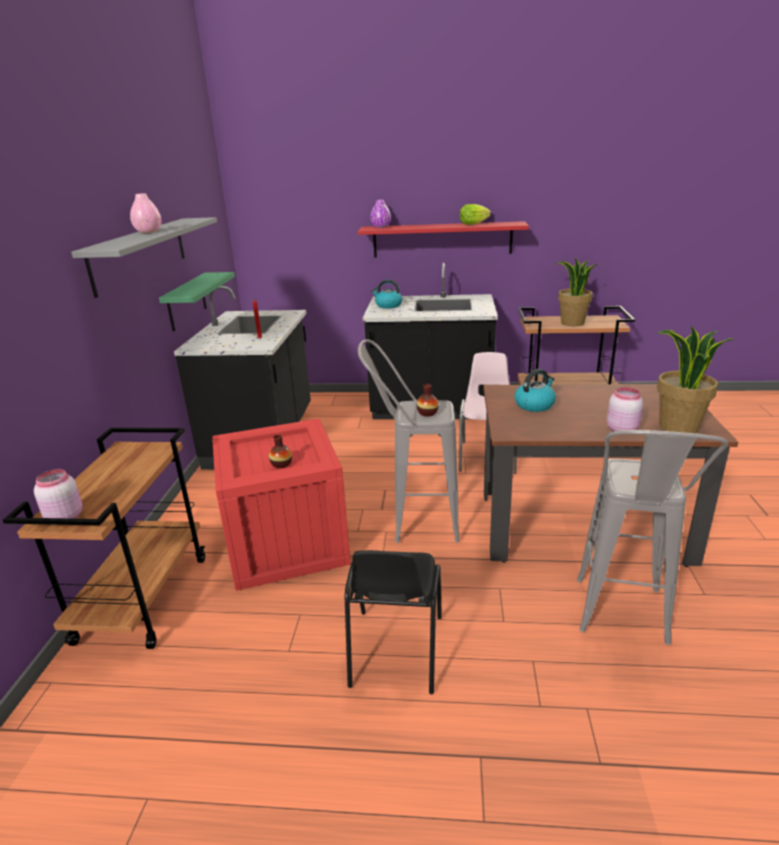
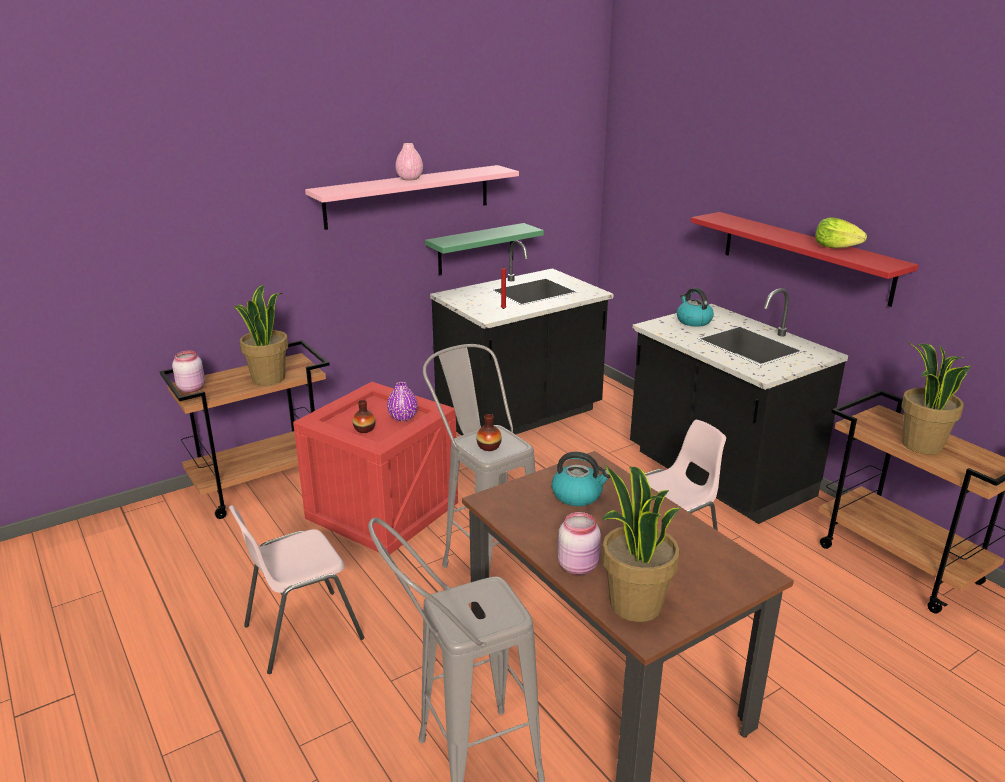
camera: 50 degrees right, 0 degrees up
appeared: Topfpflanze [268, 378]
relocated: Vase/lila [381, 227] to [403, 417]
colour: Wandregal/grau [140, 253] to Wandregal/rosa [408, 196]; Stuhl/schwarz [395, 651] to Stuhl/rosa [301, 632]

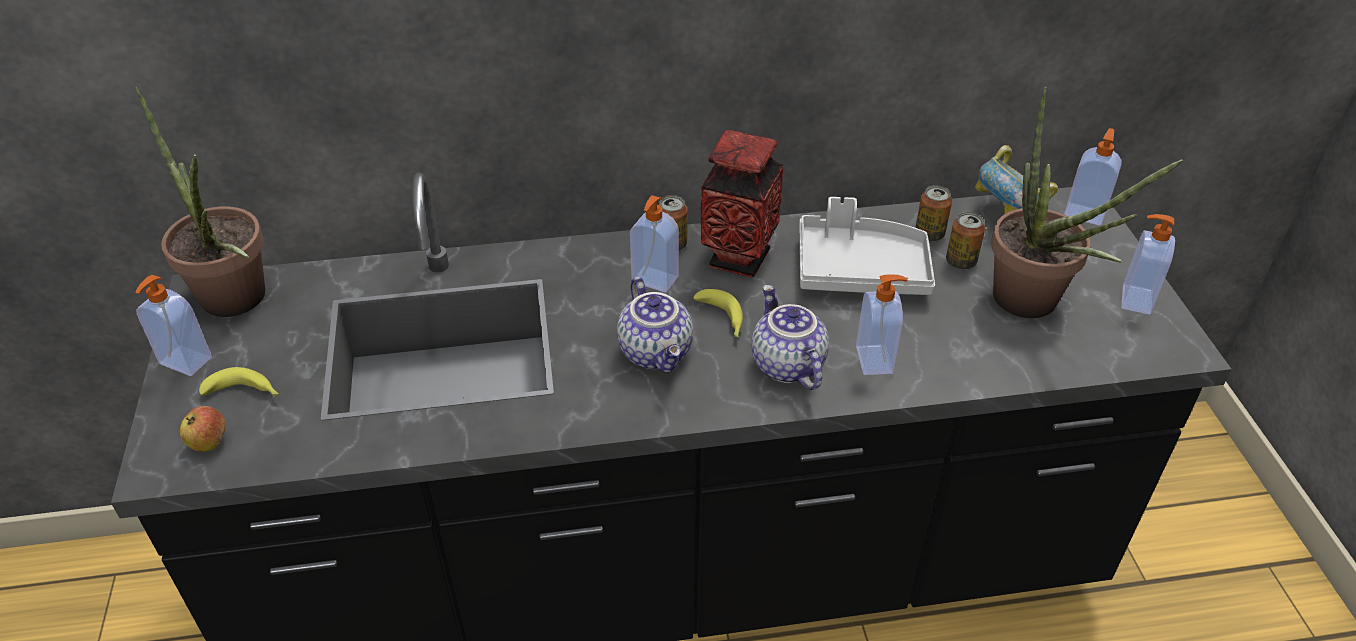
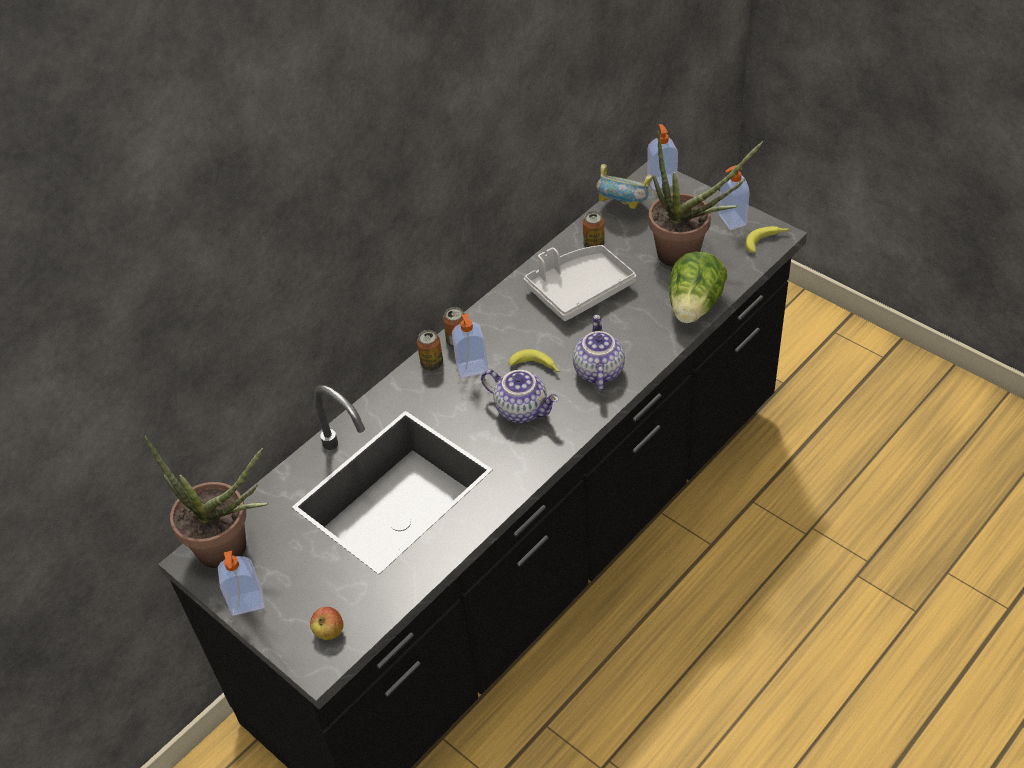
camera: 35 degrees left, 5 degrees up
missing: Vase [738, 258]; Seifenspender [875, 360]
appeared: Salatkopf [694, 307]
relocated: Banane [245, 393] to [766, 241]; Dose [960, 262] to [432, 364]
spun: Teekanne [785, 365] = [597, 371] 60 degrees clockwise

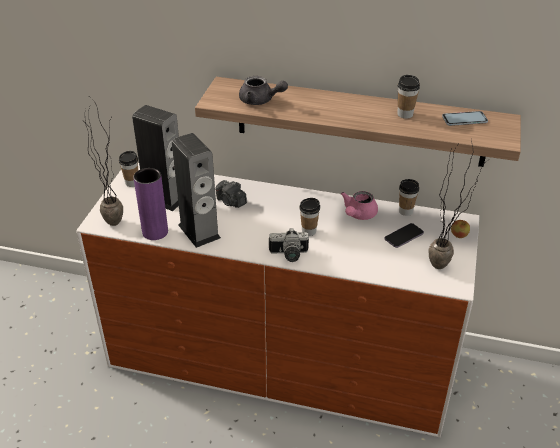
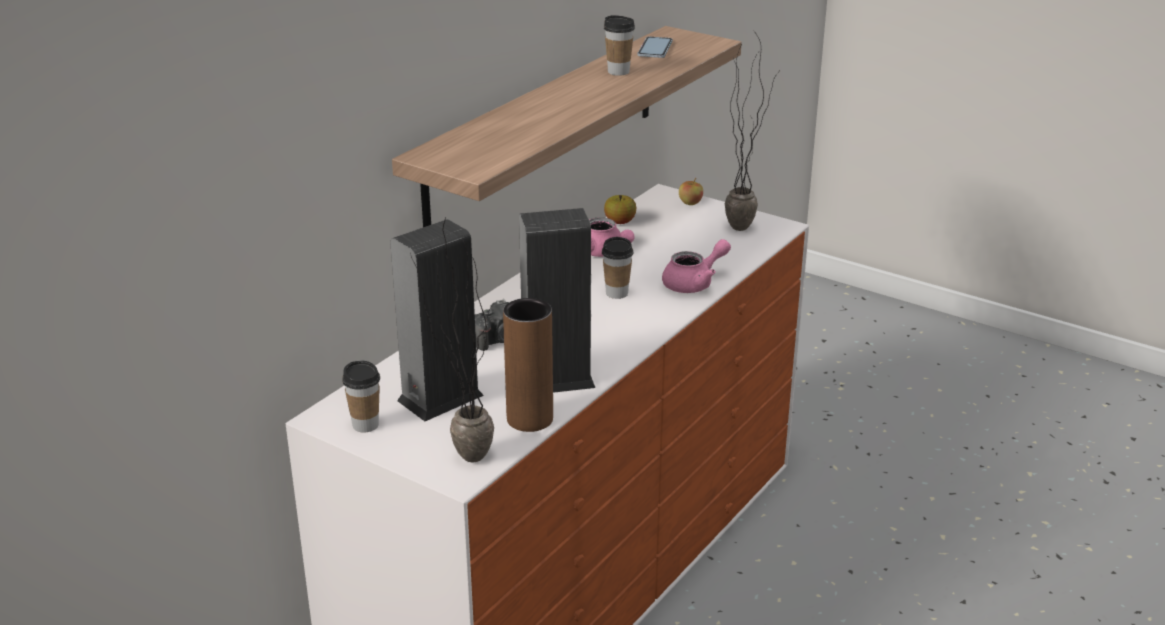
camera: 70 degrees left, 10 degrees down
missing: Teekanne/grau [260, 101]; Kamera [289, 255]; Handy [404, 236]
appeared: Teekanne/rosa [694, 283]
exchanged: Tasse [405, 211] to Apfel [620, 222]
colour: Vase/lila [155, 232] to Vase/braun [530, 419]

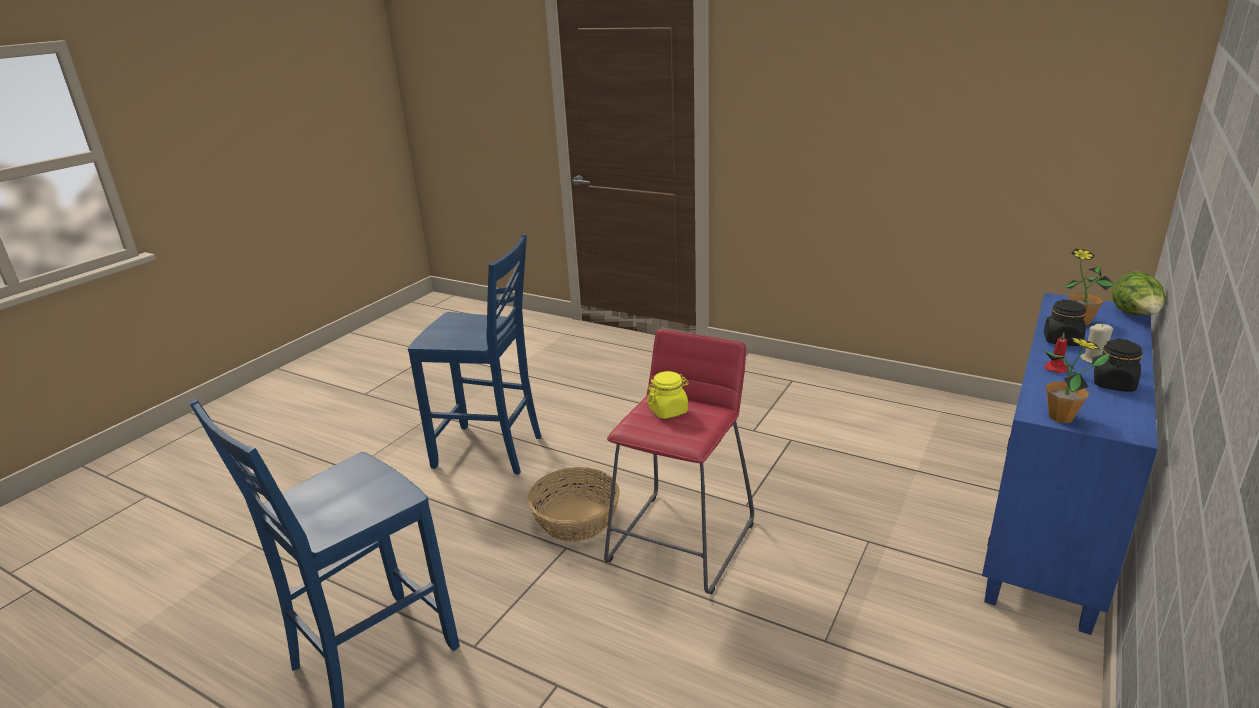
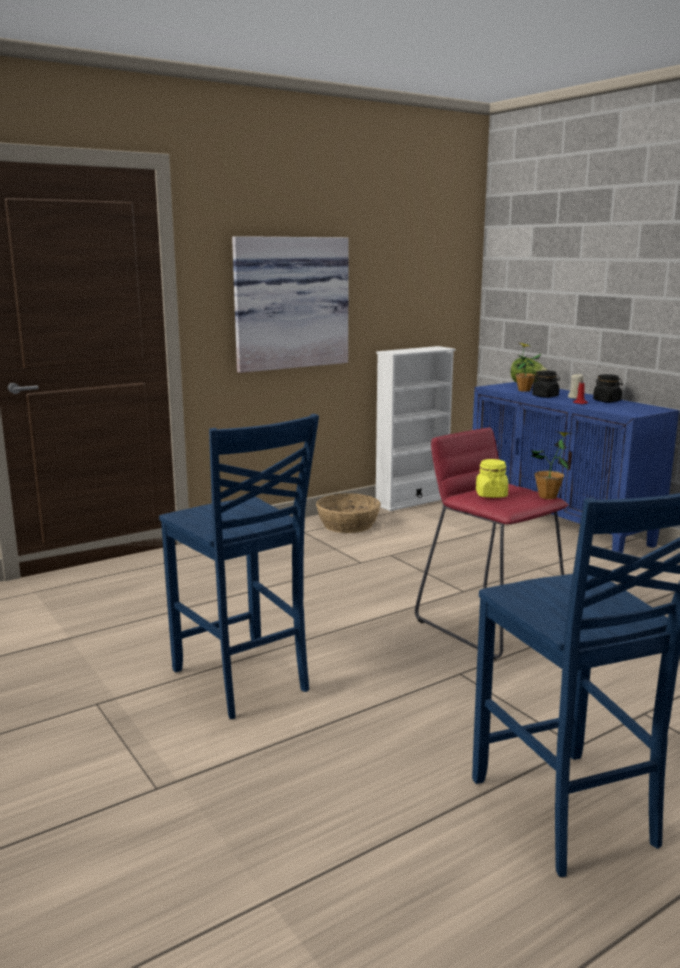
camera: 65 degrees left, 10 degrees down
appeared: Bild [289, 303]; Bücherregal/weiß [412, 501]
relocated: Korb [576, 519] to [348, 525]; Topfpflanze [1061, 417] to [548, 496]
spun: Stuhl/blau [490, 451] = [242, 681] 105 degrees clockwise

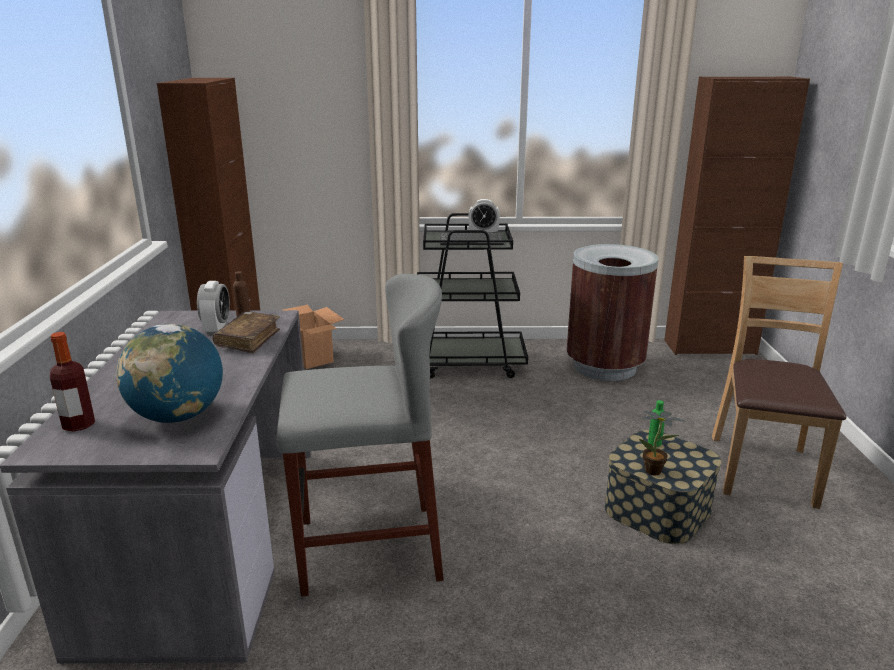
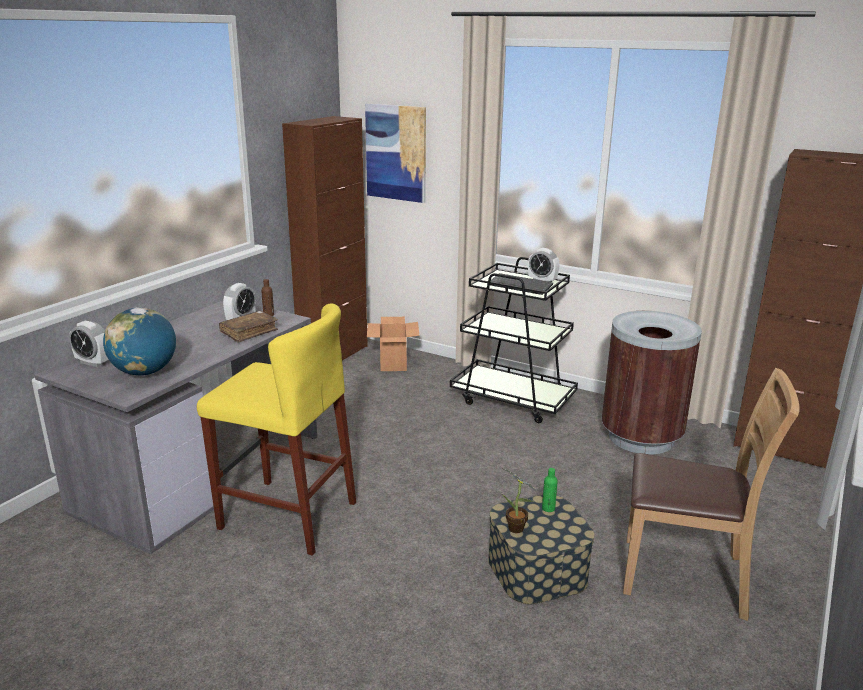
camera: 30 degrees right, 0 degrees up
appeared: Bild [396, 153]
exchanged: Flasche [79, 425] to Wecker [93, 362]
colour: Hocker/grau [368, 548] to Hocker/gelb [287, 515]
spun: Stuhl/braun [763, 469] = [685, 576] 60 degrees clockwise

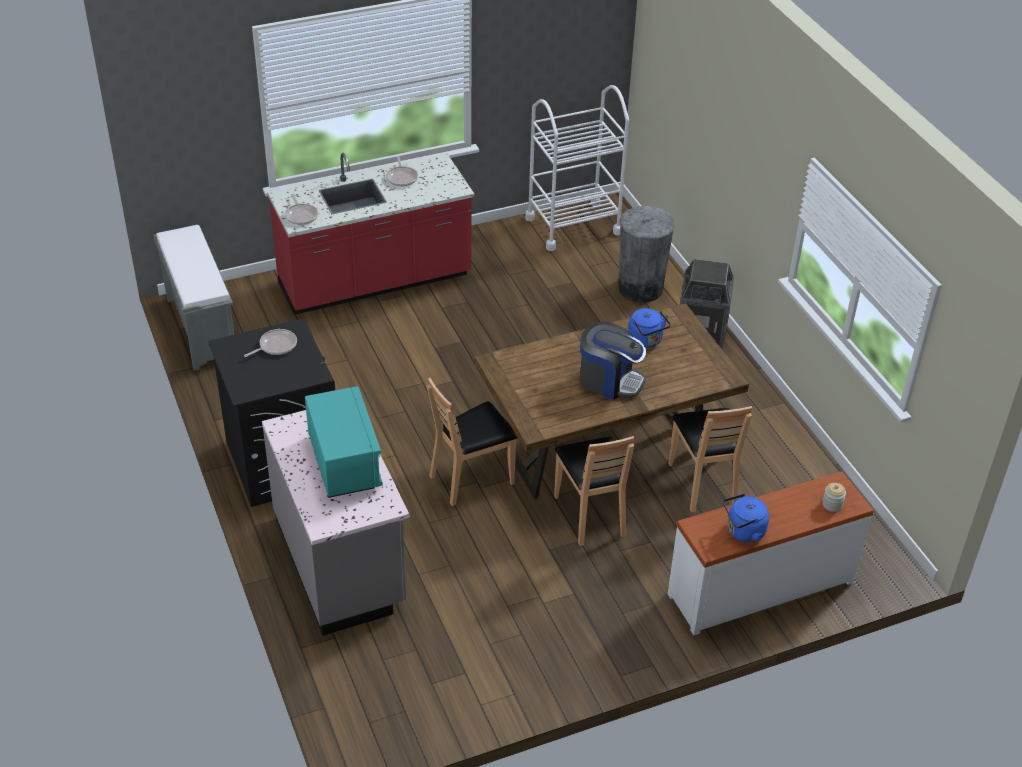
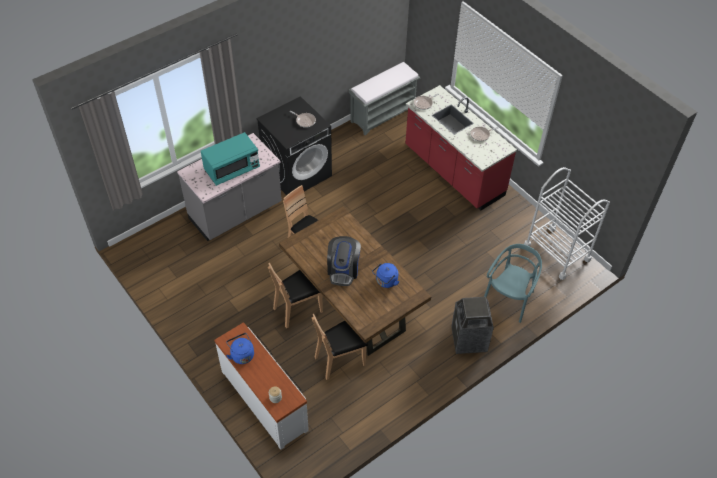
camera: 75 degrees right, 10 degrees up
exchanged: Mülleimer/grau [640, 288] to Stuhl/türkis [509, 299]

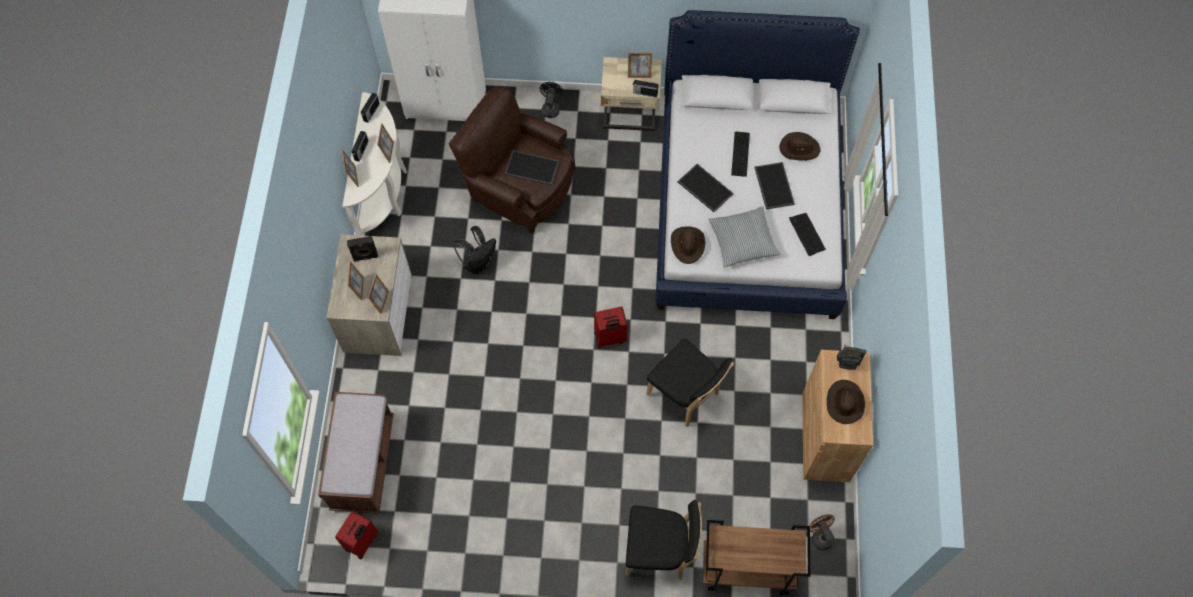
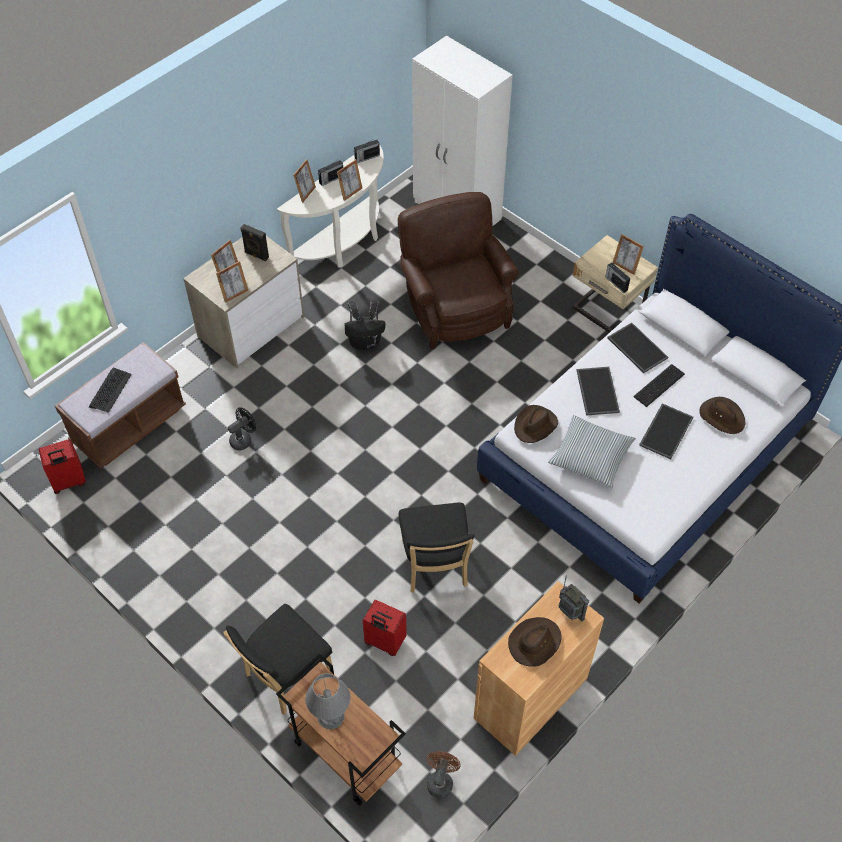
camera: 40 degrees right, 10 degrees down
appeared: Tischlampe/grau [330, 716]
relocated: Tablett [531, 168] to [636, 348]; Ventilator/schwarz [551, 108] to [243, 439]; Koffer/rot [610, 338] to [384, 642]; Tastatur [806, 234] to [110, 390]
spun: Stuhl/schwarz [659, 552] = [285, 676] 90 degrees clockwise

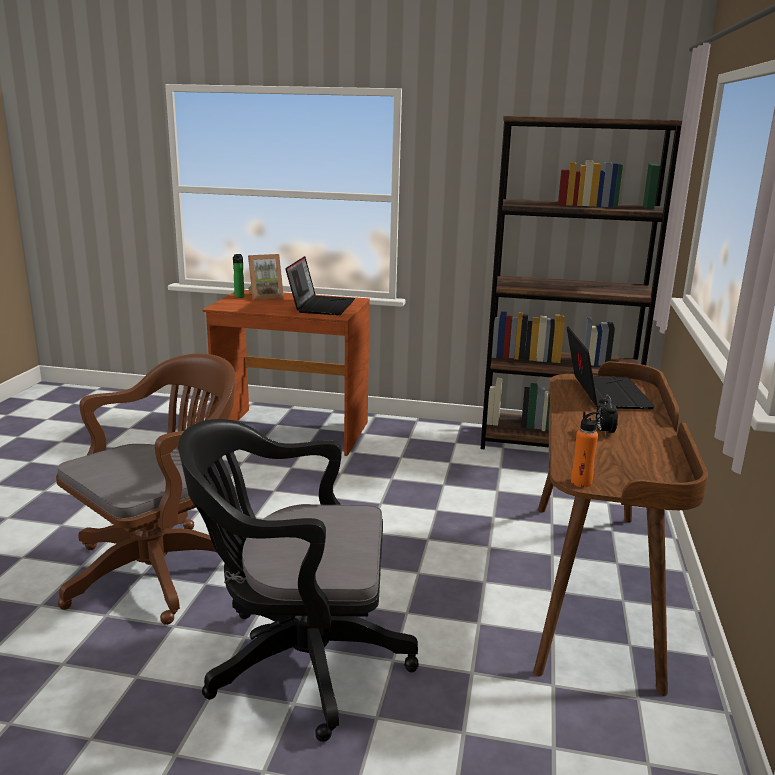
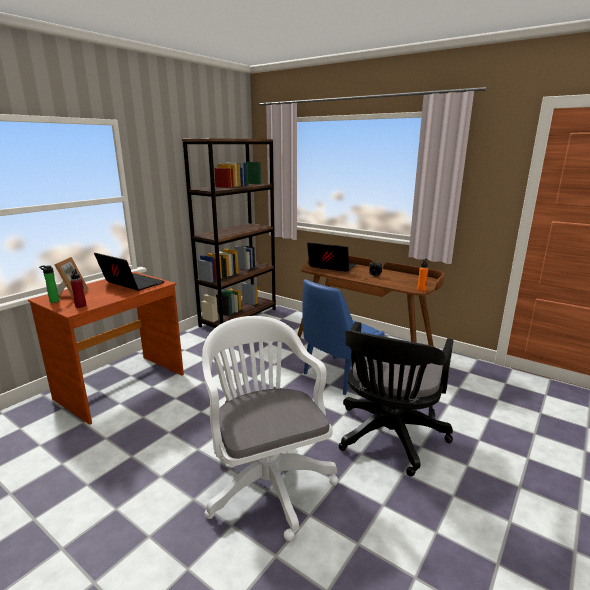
camera: 65 degrees left, 0 degrees up
appeared: Flasche/rot [80, 306]; Stuhl/blau [337, 376]
colour: Bürostuhl/braun [161, 569] to Bürostuhl/weiß [266, 479]

